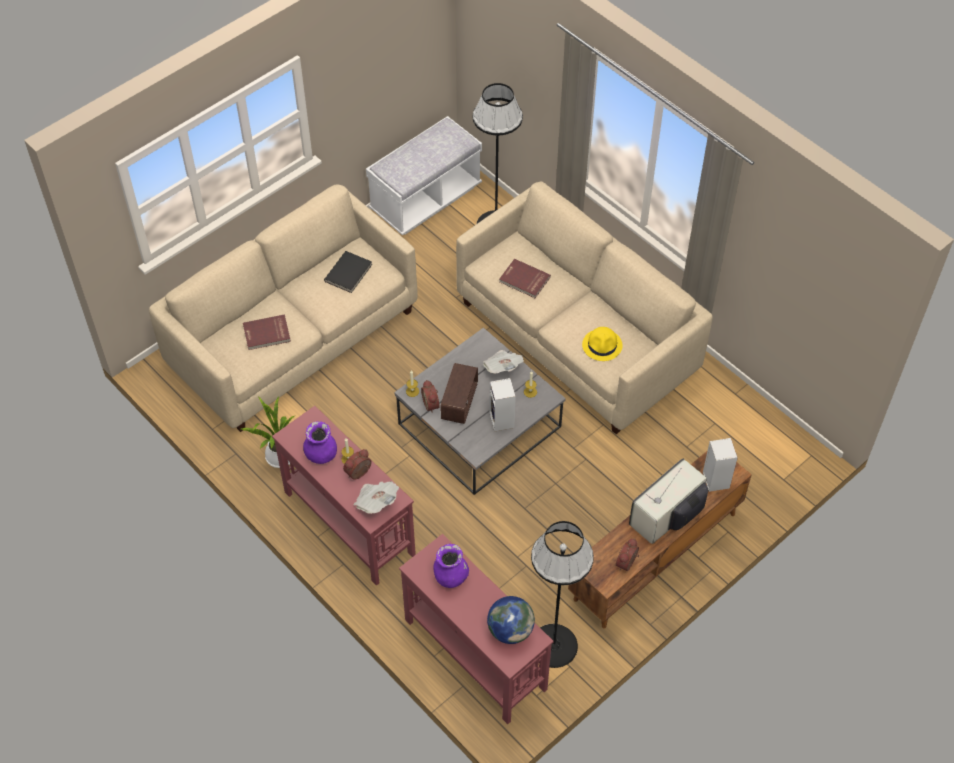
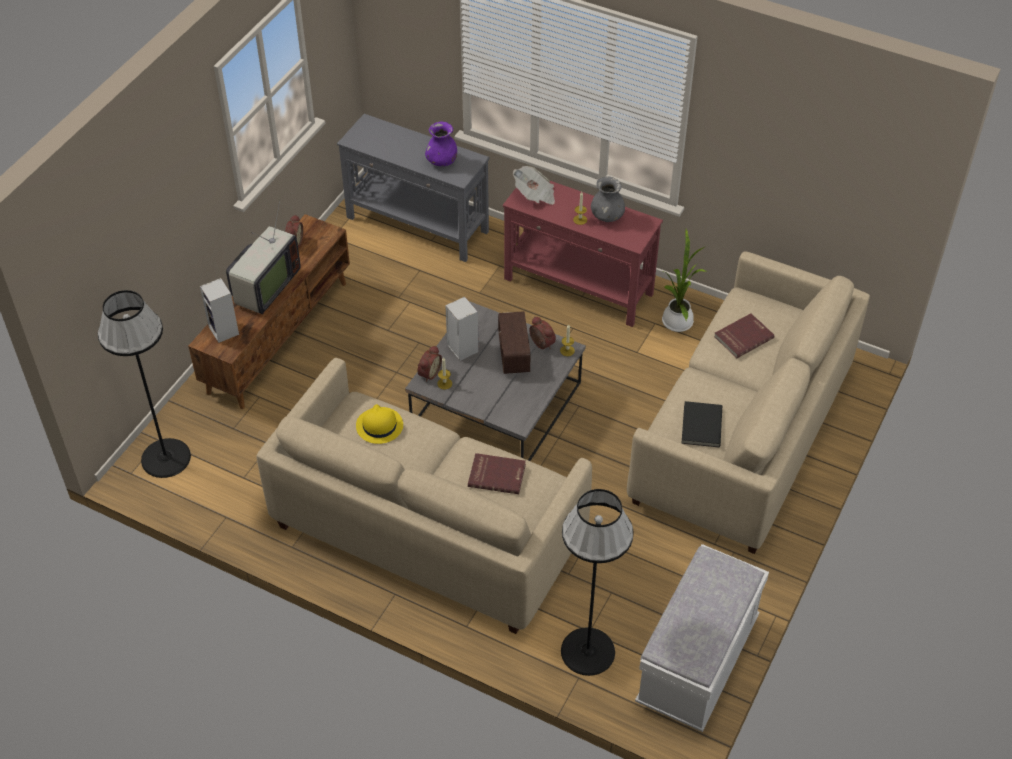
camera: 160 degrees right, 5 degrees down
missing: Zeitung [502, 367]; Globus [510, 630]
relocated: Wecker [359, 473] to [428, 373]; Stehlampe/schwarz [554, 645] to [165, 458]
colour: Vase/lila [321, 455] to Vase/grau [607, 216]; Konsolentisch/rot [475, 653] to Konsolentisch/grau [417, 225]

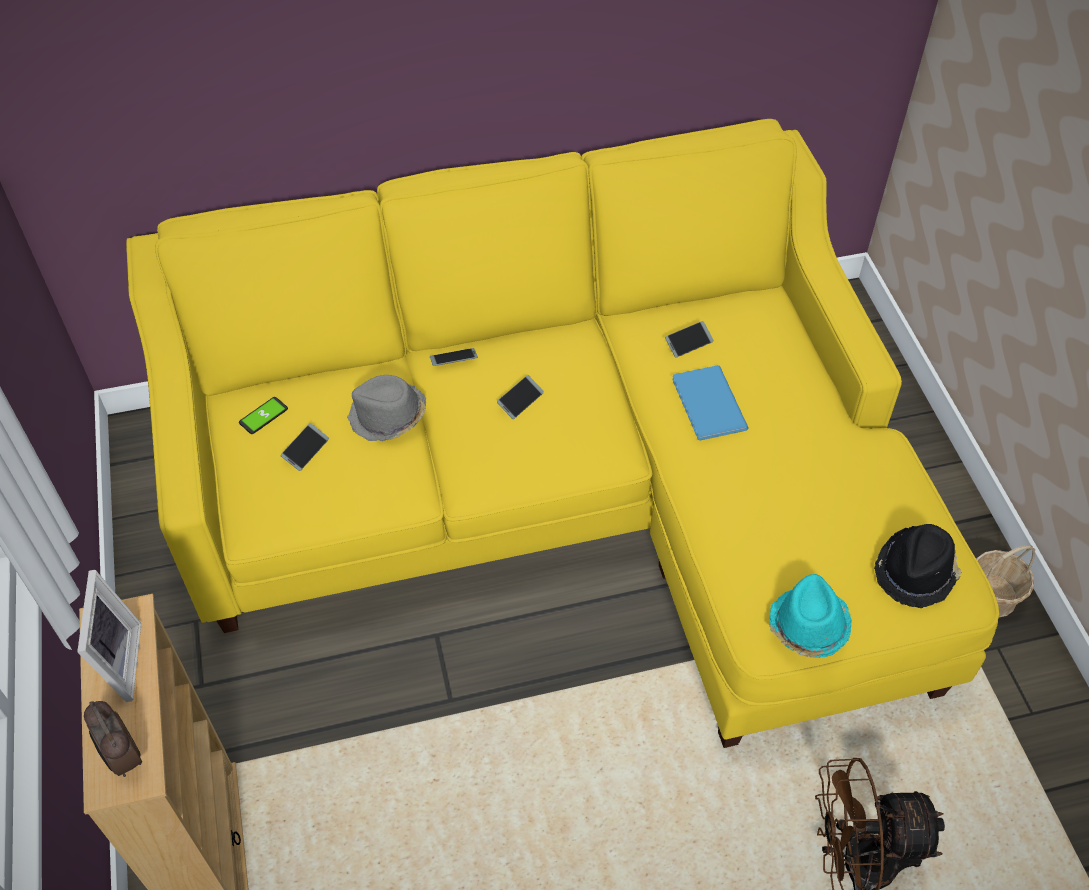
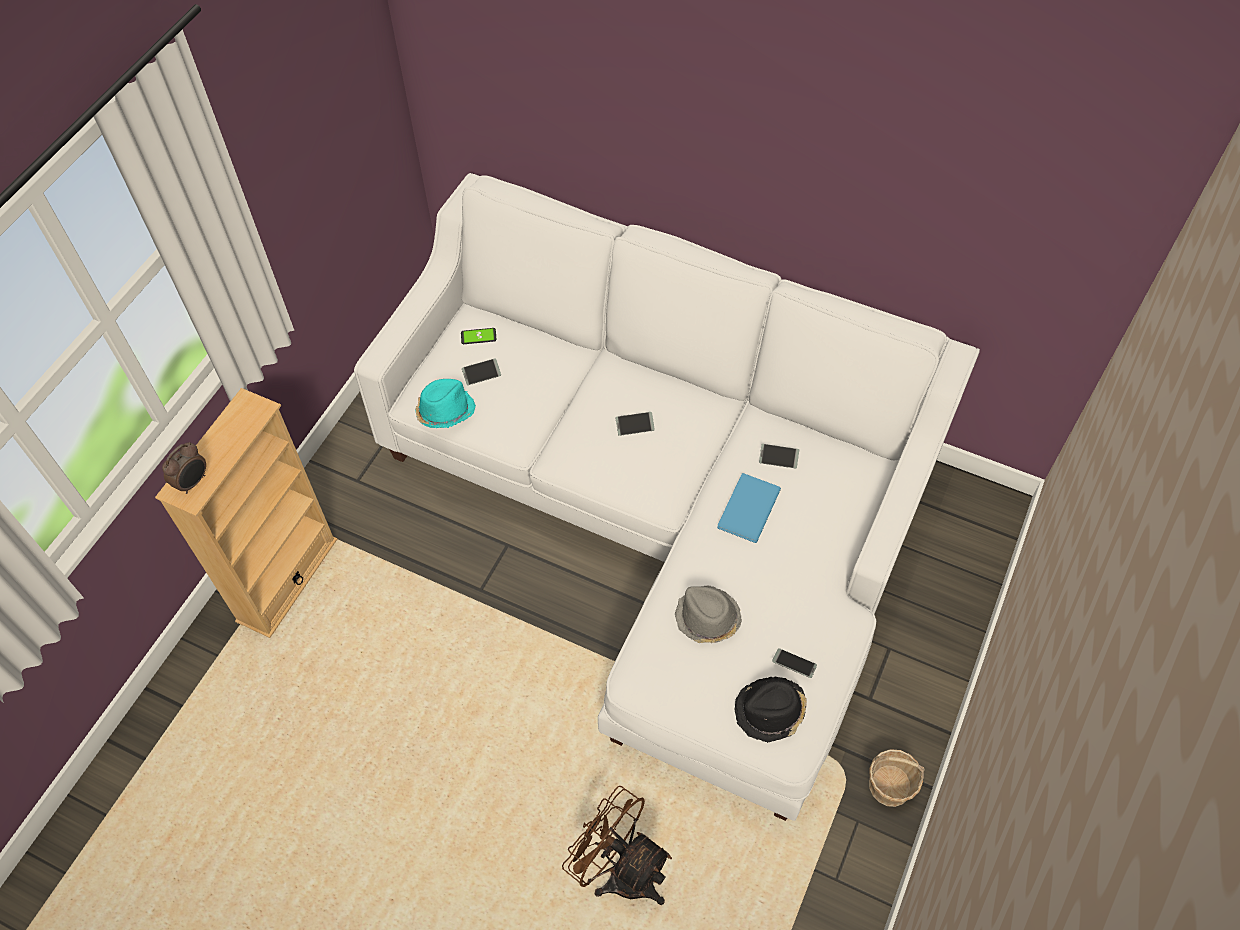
camera: 40 degrees right, 5 degrees up
missing: Bilderrahmen [117, 663]
relocated: Hut/grau [387, 417] to [707, 618]; Handy [454, 360] to [794, 665]; Hut/türkis [808, 626] to [445, 411]
colour: Sofa/gelb [570, 494] to Sofa/weiß [669, 513]
spun: Wecker [123, 757] = [193, 482] 150 degrees counterclockwise

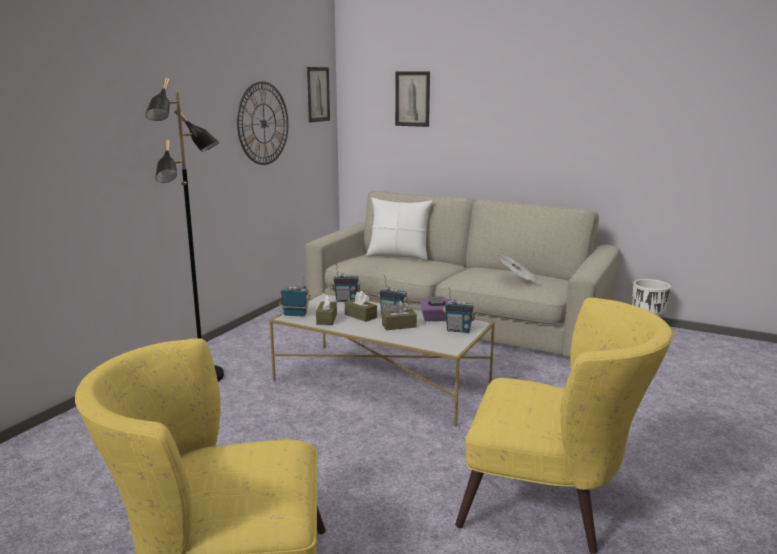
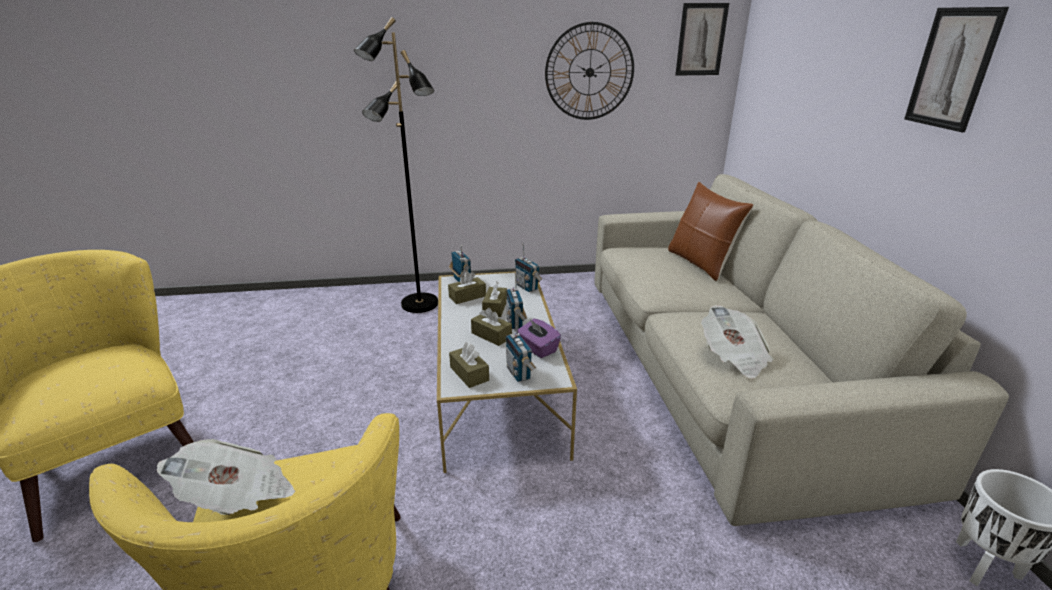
camera: 55 degrees right, 10 degrees up
appeared: Zeitung [238, 496]; Taschentuchbox/braun [469, 374]
relocated: Bild [412, 99] to [952, 69]
colour: Kissen/weiß [398, 256] to Kissen/braun [700, 263]

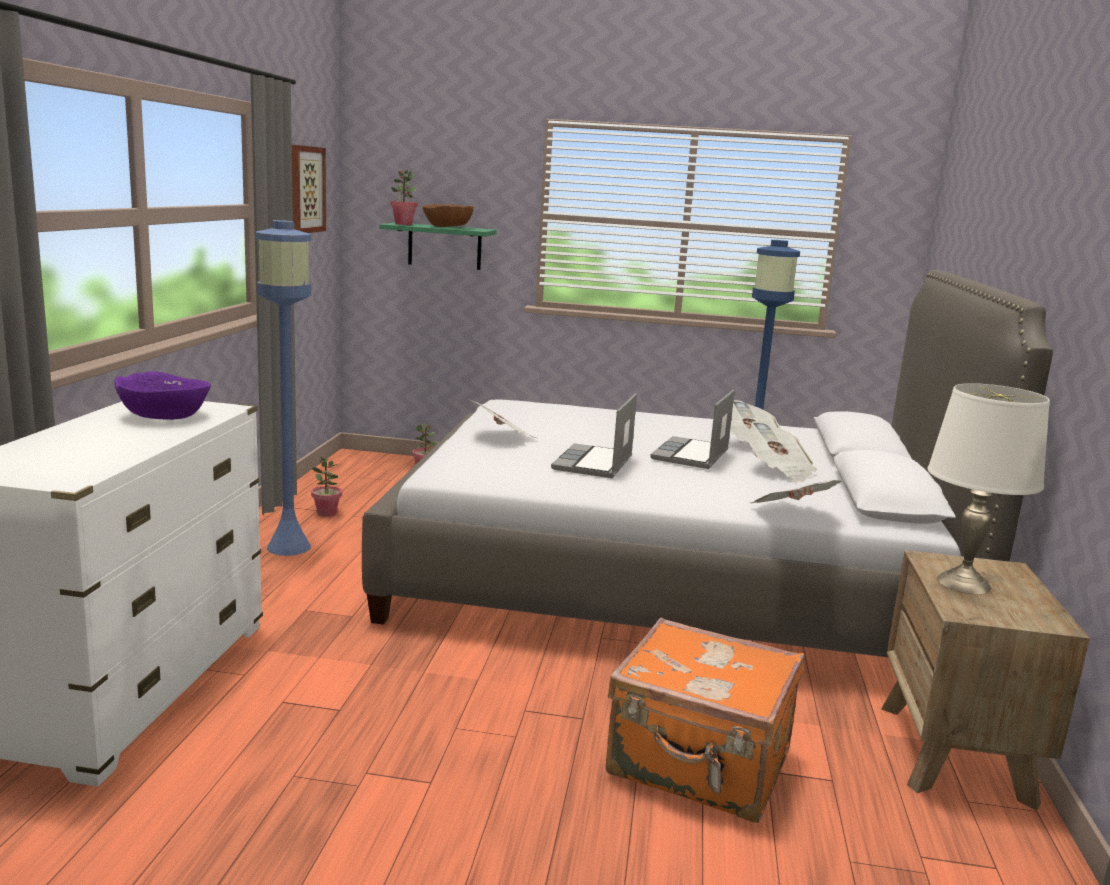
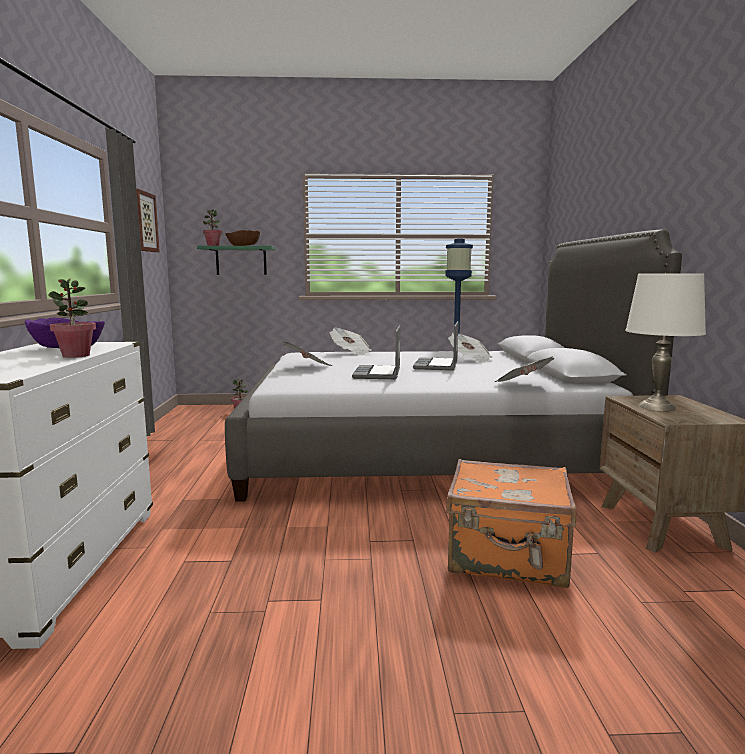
camera: 10 degrees left, 5 degrees down
missing: Stehlampe/blau [289, 547]
relocated: Topfpflanze [326, 513] to [76, 356]; Zeitung [778, 471] to [350, 353]

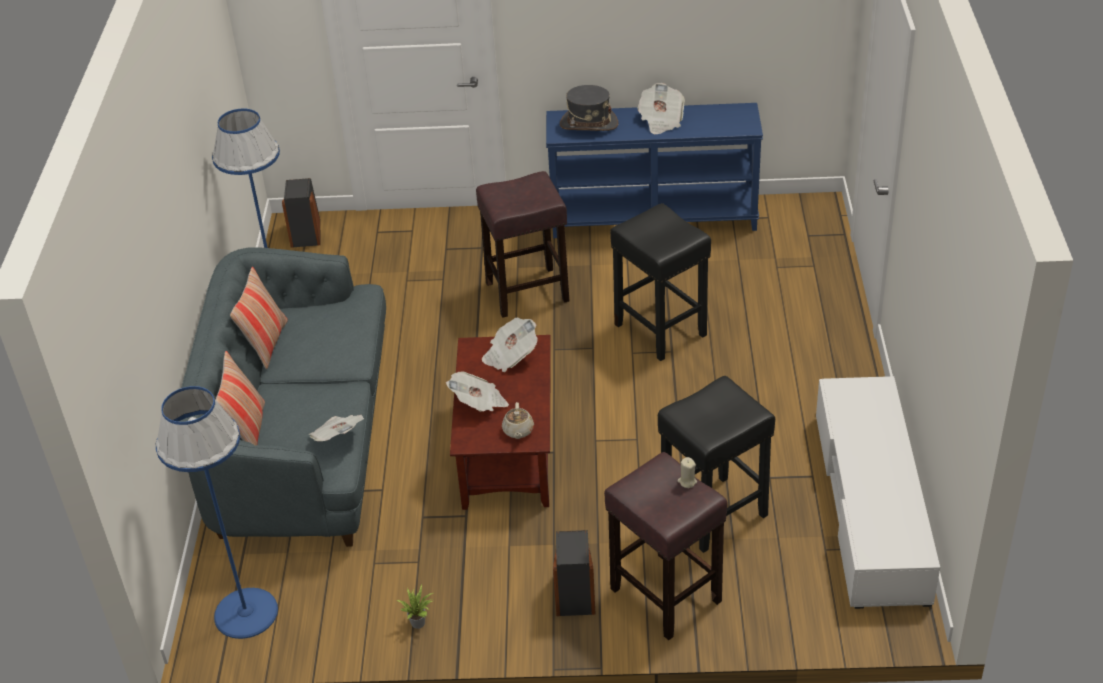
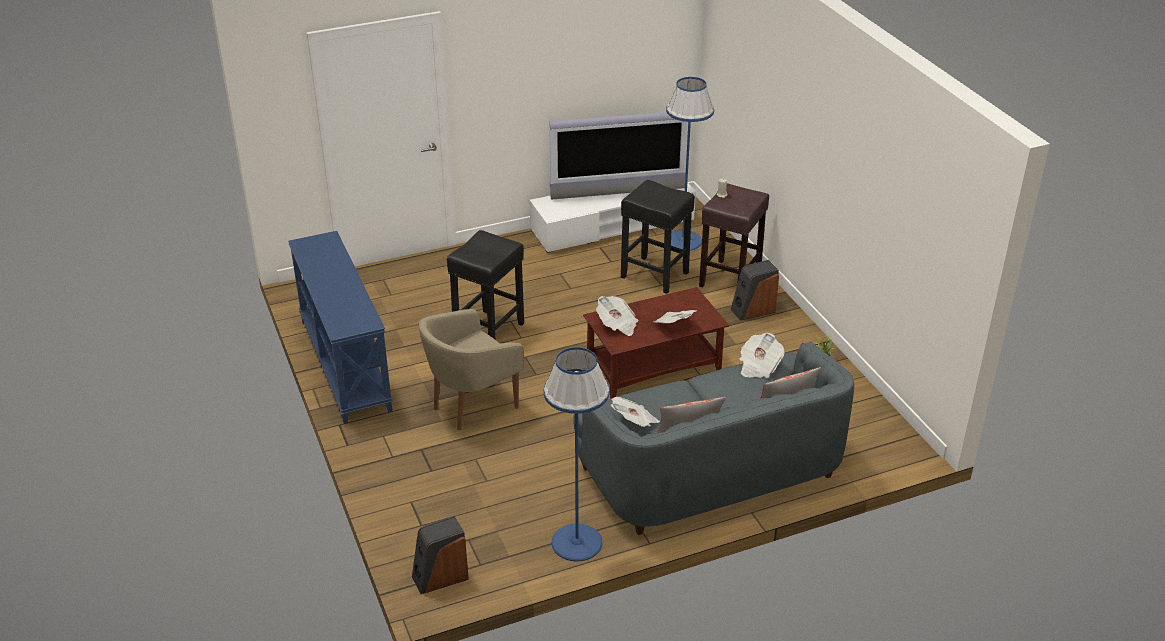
camera: 115 degrees left, 5 degrees down
missing: Teekanne/beige [518, 431]; Hut/grau [588, 124]
appeared: Fernseher [618, 194]
relocated: Stehlampe/blau [245, 613] to [683, 241]; Zeitung [661, 120] to [634, 422]
exchanged: Hocker/braun [528, 291] to Sessel/beige [471, 405]

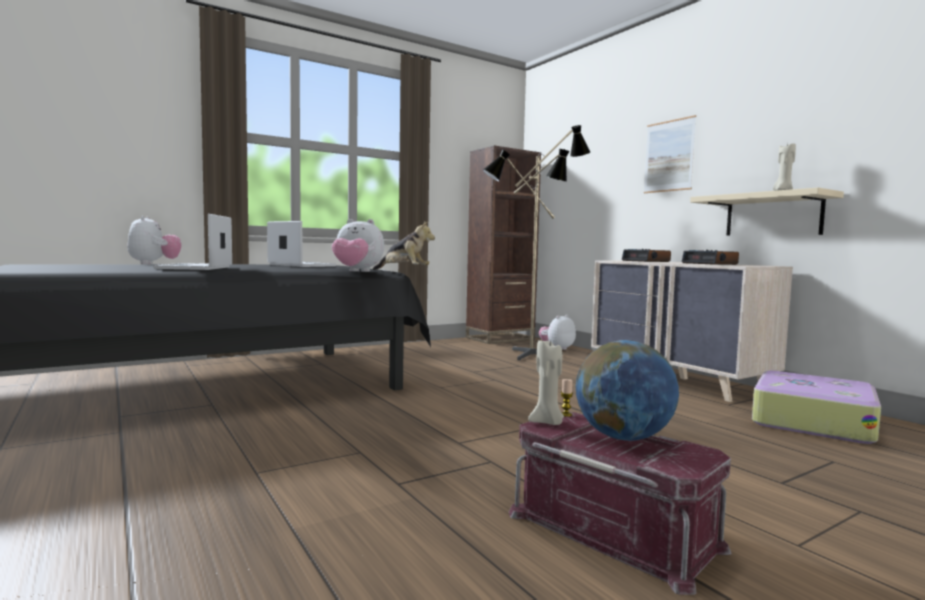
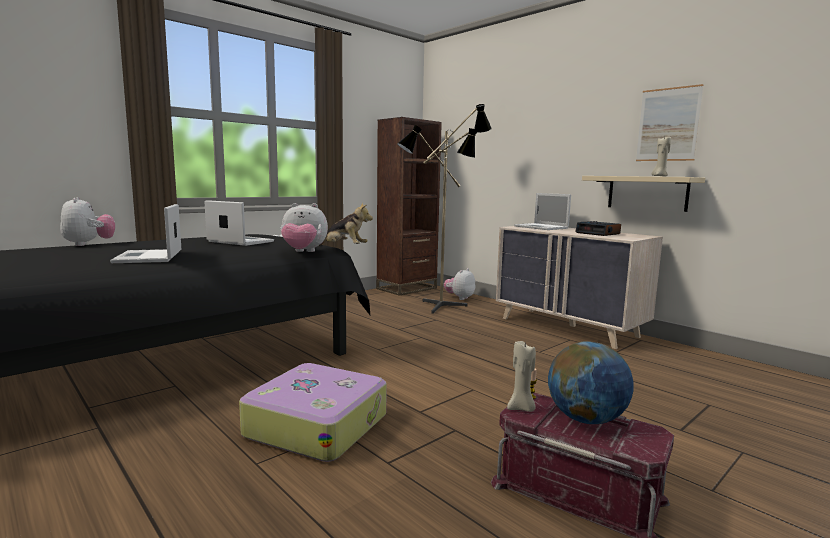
camera: 10 degrees left, 5 degrees up
relocated: Bild [669, 156] to [668, 124]; Koffer [811, 421] to [317, 425]
exchanged: Wecker [646, 261] to Laptop [542, 227]

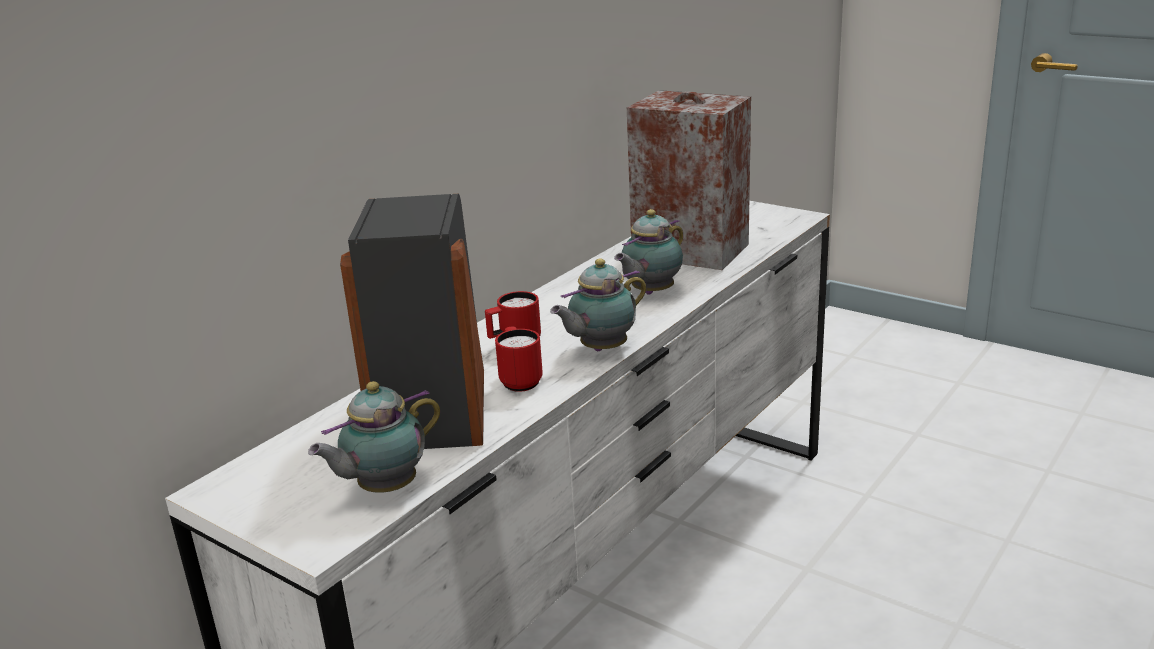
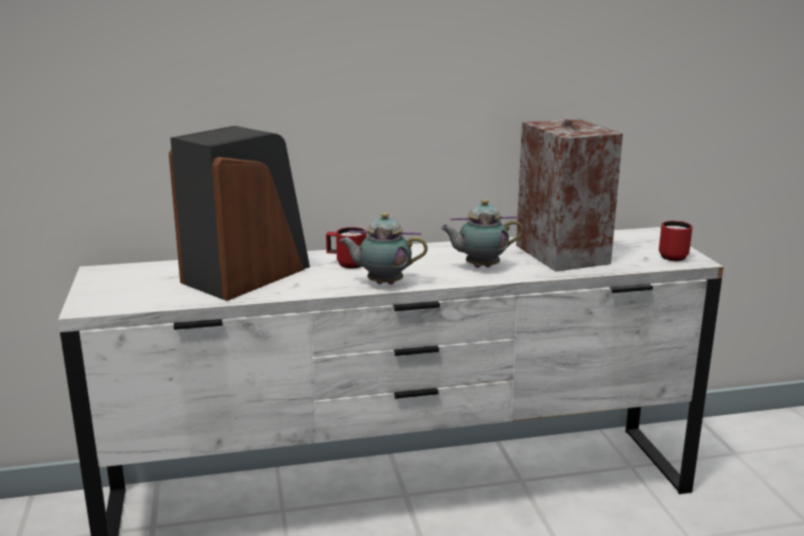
camera: 40 degrees right, 5 degrees down
missing: Teekanne [384, 489]
relocated: Henkelbecher/rot [519, 380] to [674, 256]

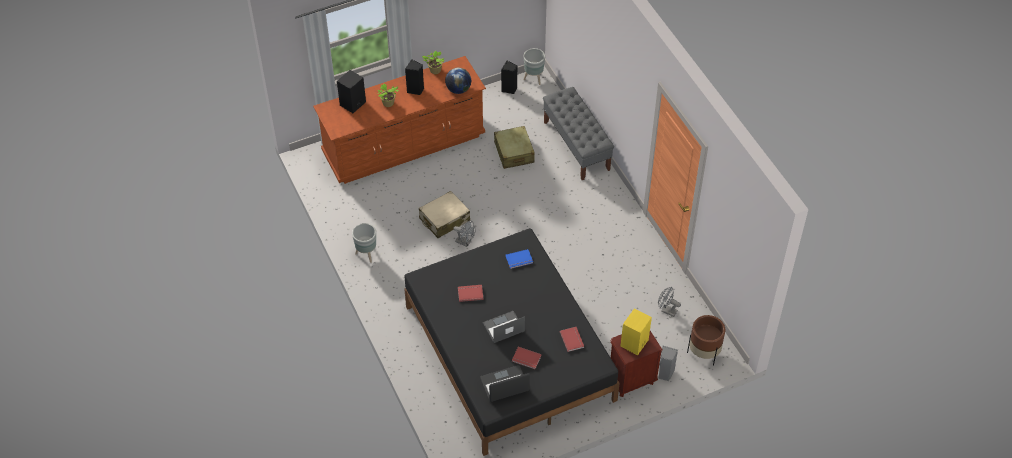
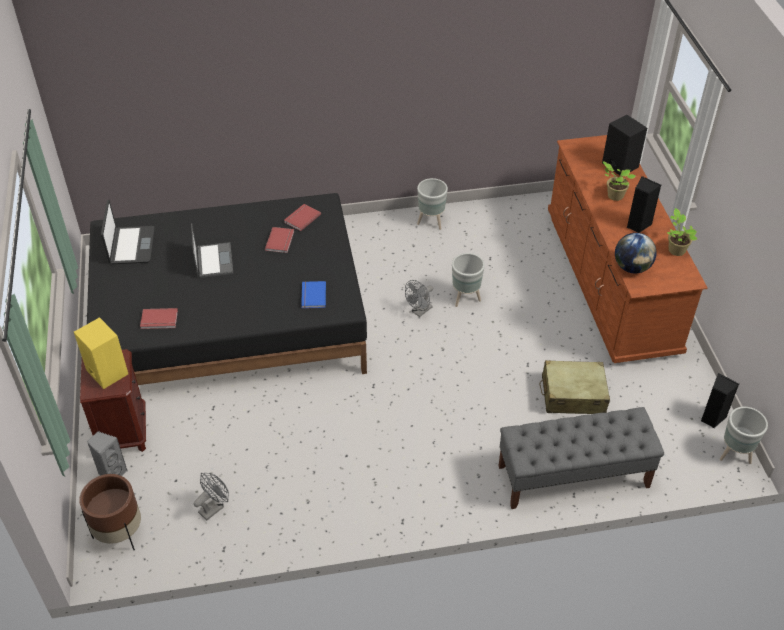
camera: 105 degrees right, 5 degrees down
relocated: Buch/rot [526, 359] to [301, 218]
exchanged: Koffer/beige [444, 220] to Pflanzkübel/grau [465, 298]

